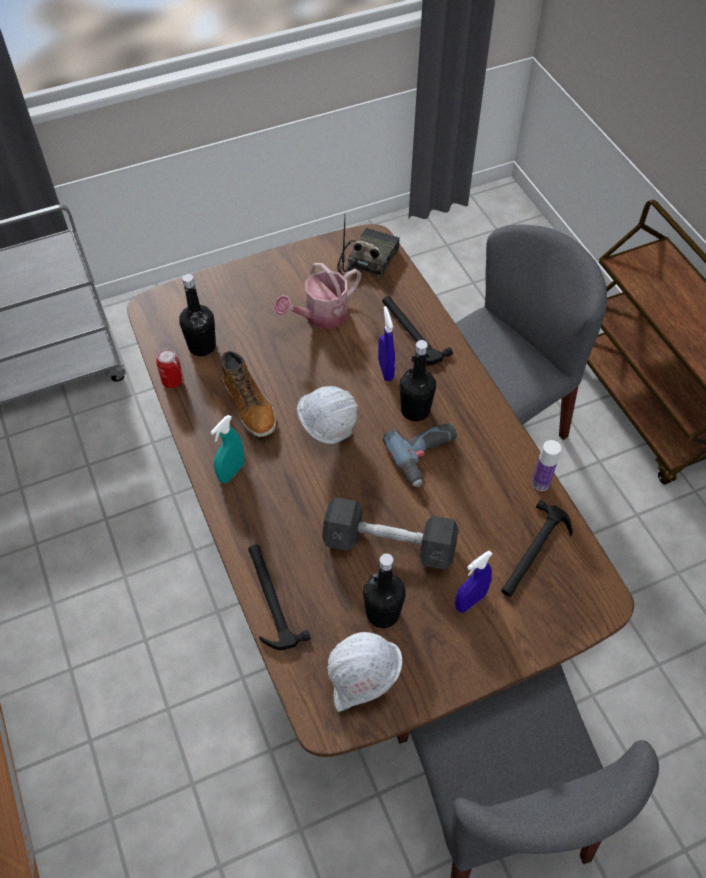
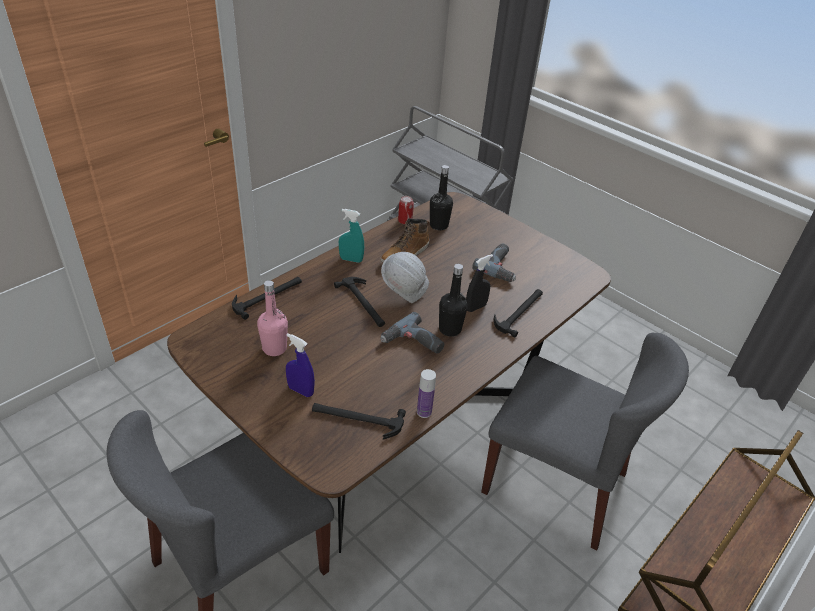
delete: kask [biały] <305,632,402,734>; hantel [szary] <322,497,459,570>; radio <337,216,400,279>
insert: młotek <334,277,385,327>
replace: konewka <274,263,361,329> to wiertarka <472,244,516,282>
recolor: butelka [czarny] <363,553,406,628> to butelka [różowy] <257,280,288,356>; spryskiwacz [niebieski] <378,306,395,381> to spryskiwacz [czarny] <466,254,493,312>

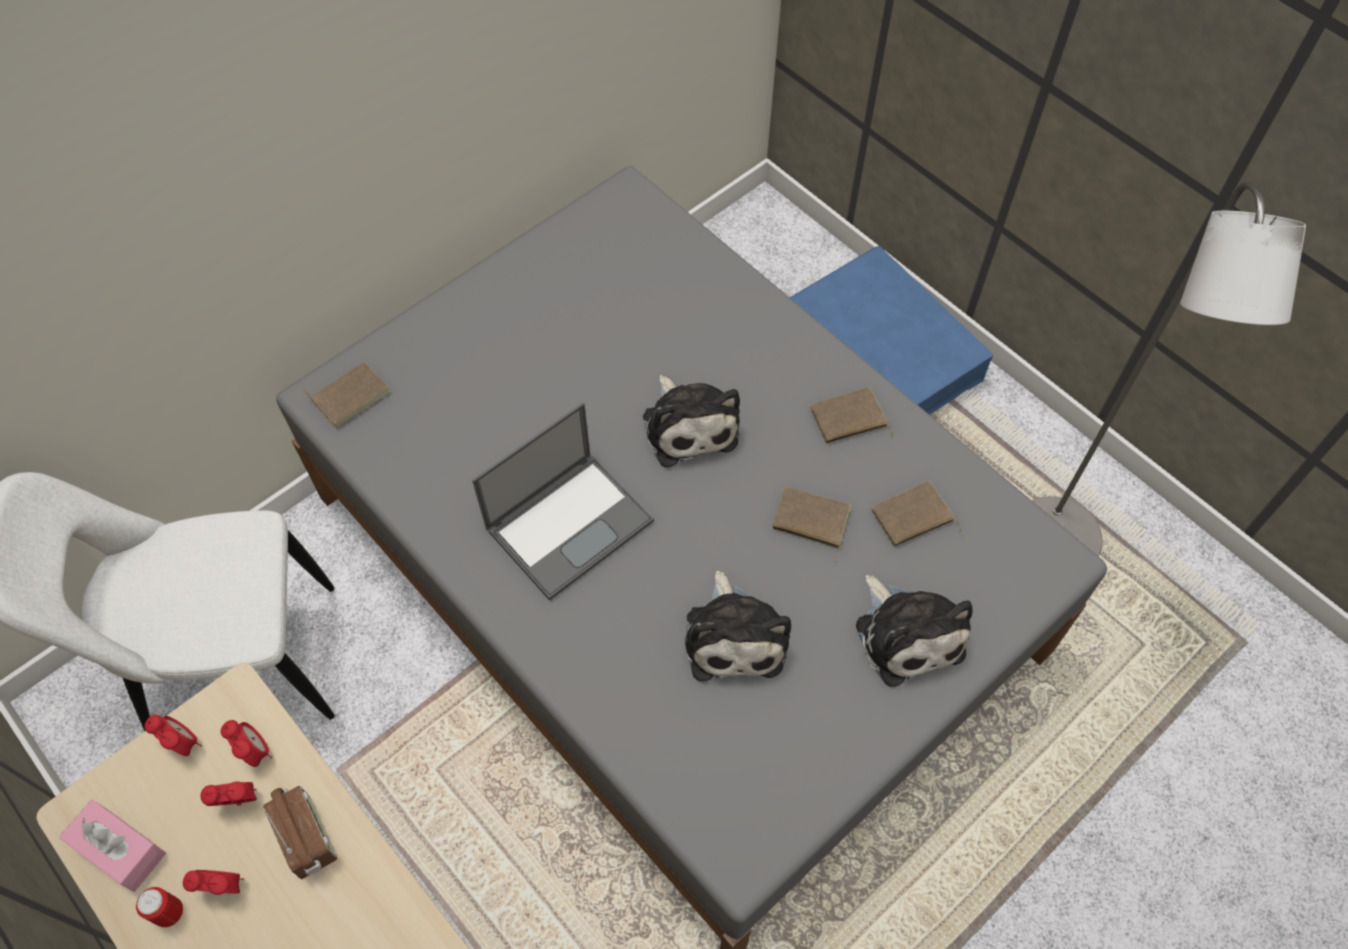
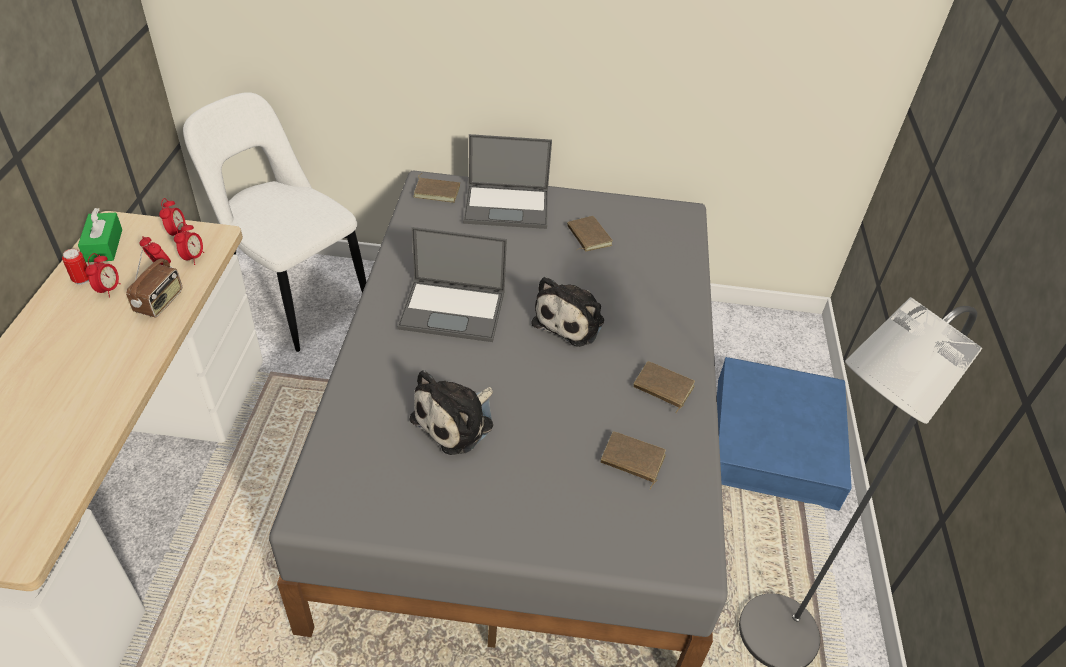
delete: pluszak <856,575,972,687>
insert: laptop <463,134,552,229>
move: książka [brązowy] <773,487,851,559> to <567,216,613,252>
recolor: pudełko chusteczek [różowy] <59,799,166,892> to pudełko chusteczek [zielony] <78,208,122,262>
rotate: budzik <183,870,244,895> = <85,253,121,298> 45 degrees clockwise

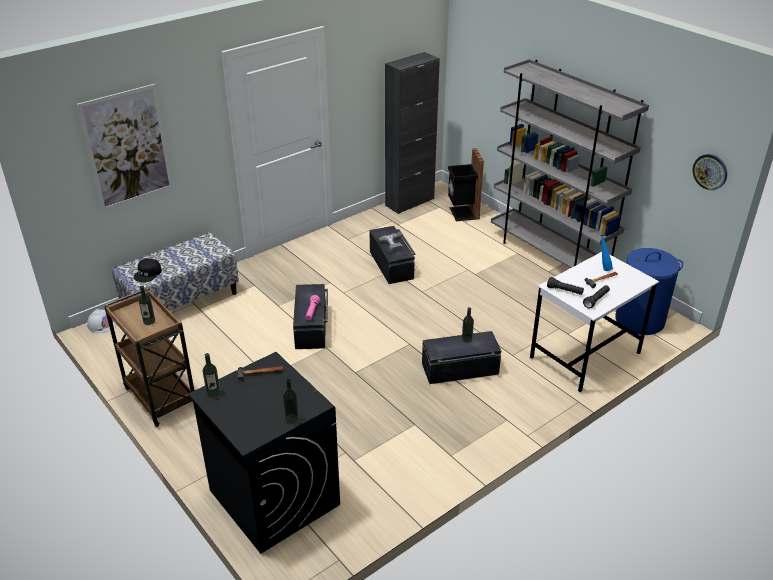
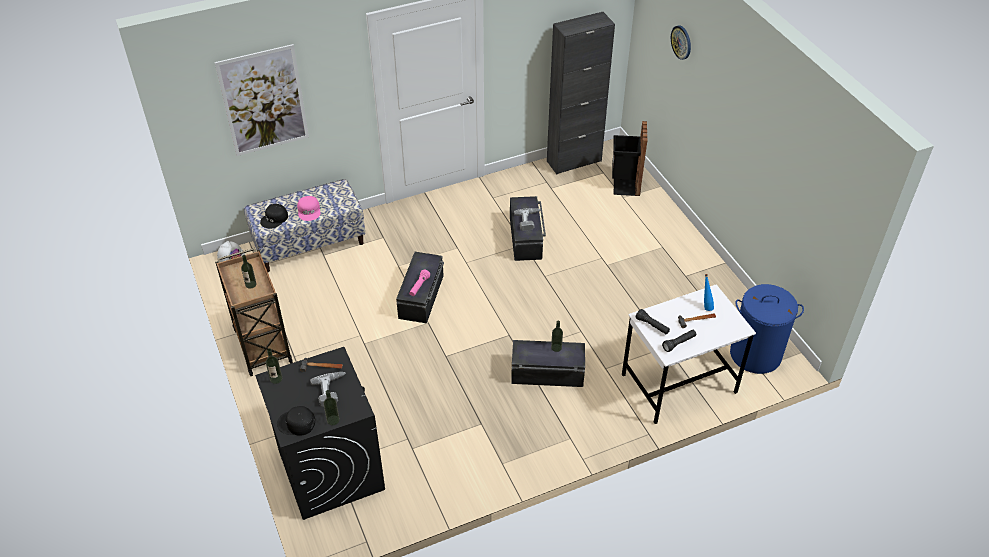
delete: regał [szary] <491,59,649,268>
insert: czapka z daszkiem [czarny] <277,406,315,436>; czapka z daszkiem [różowy] <297,196,321,221>; wiertarka <310,372,345,407>
move: zegar ścienny <692,154,727,190> to <671,25,691,60>

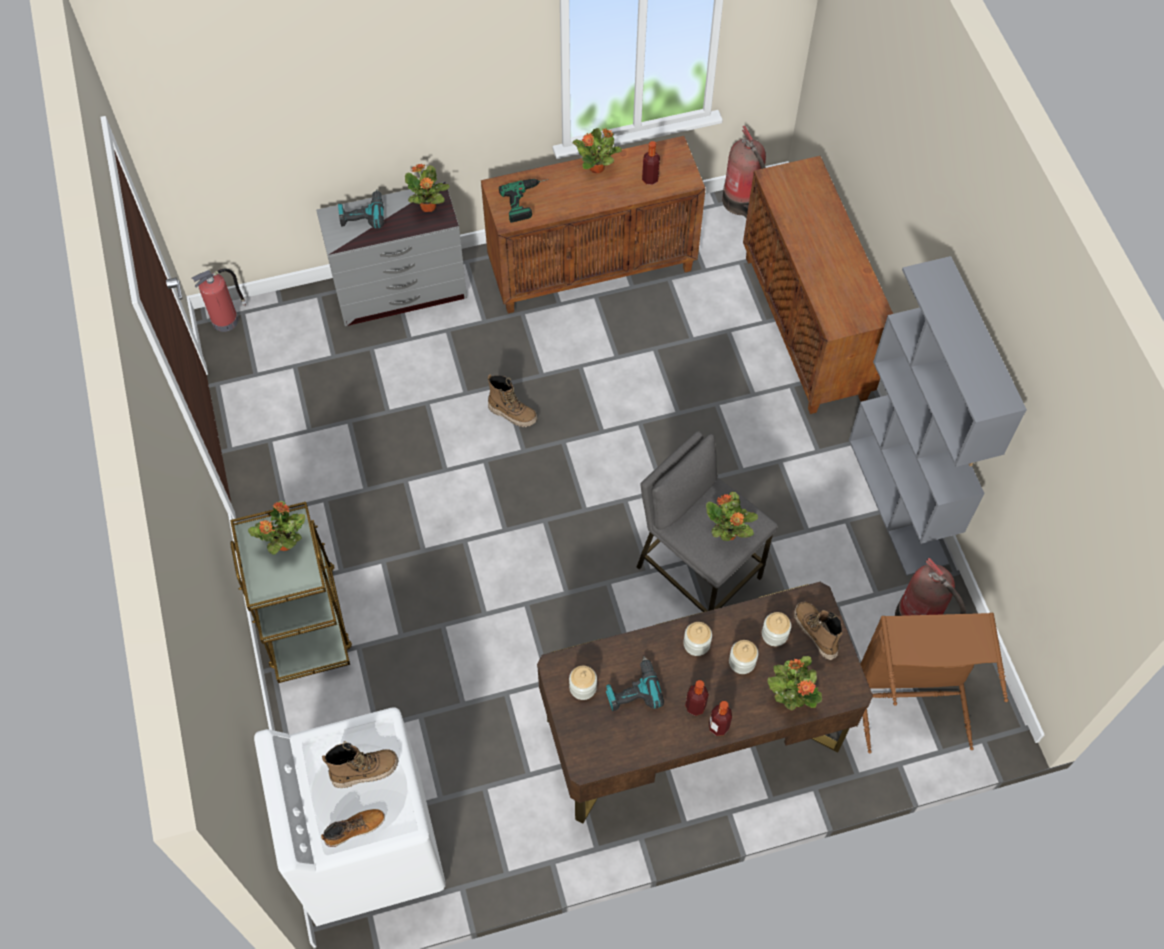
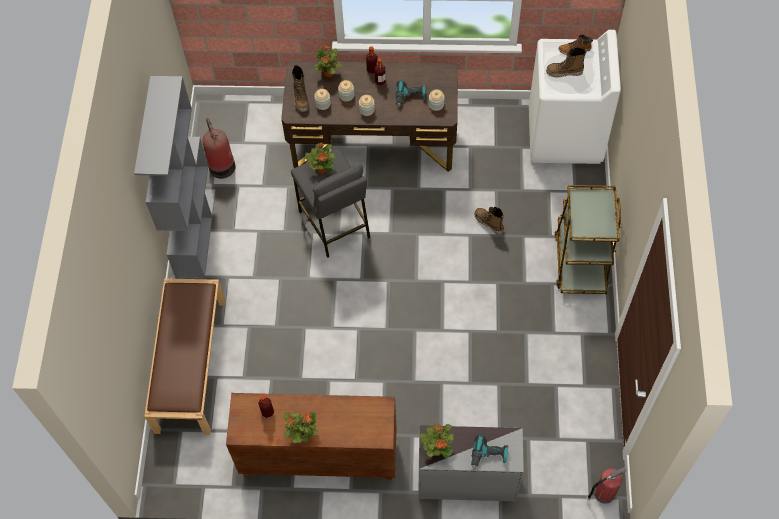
delete: roślina doniczkowa <248,501,305,555>; wiertarka <499,179,549,223>; gaśnica <722,126,766,218>; kosz na pranie [brązowy] <861,613,1008,753>
move: but z cholewką <488,374,537,427> to <475,207,504,235>
replace: szafka [brązowy] <743,156,893,414> to ławka [brązowy] <144,278,226,435>

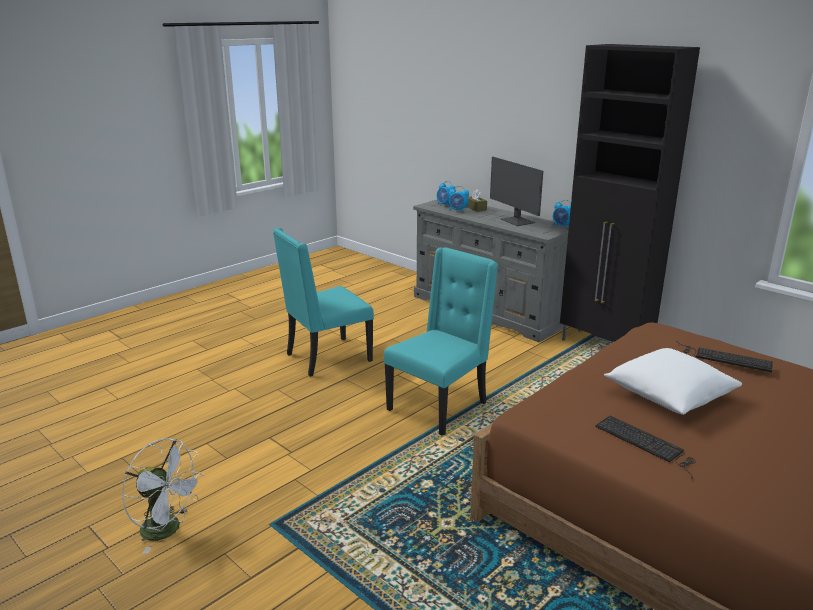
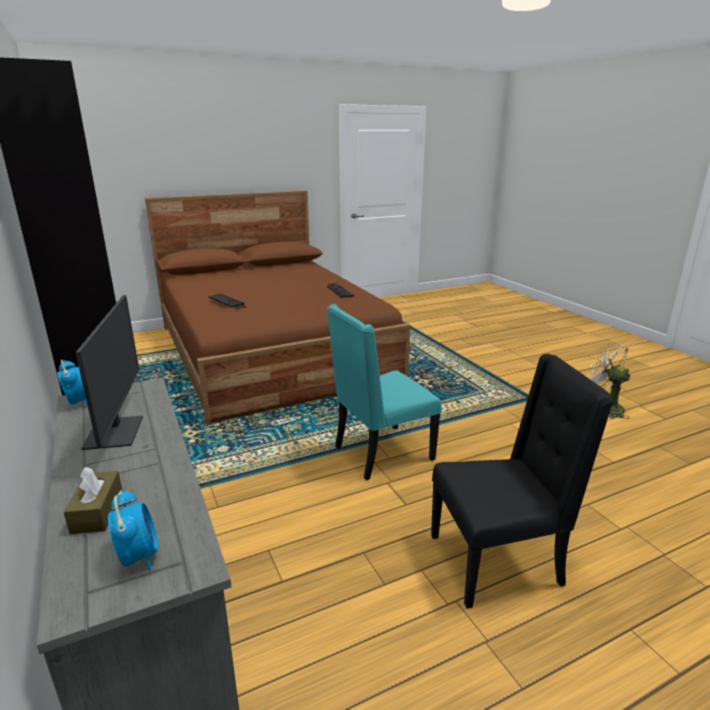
delete: budzik <449,186,469,212>; poduszka [biały] <604,348,742,415>
recolor: krzesło [turkusowy] <273,228,374,377> to krzesło [czarny] <431,354,614,608>

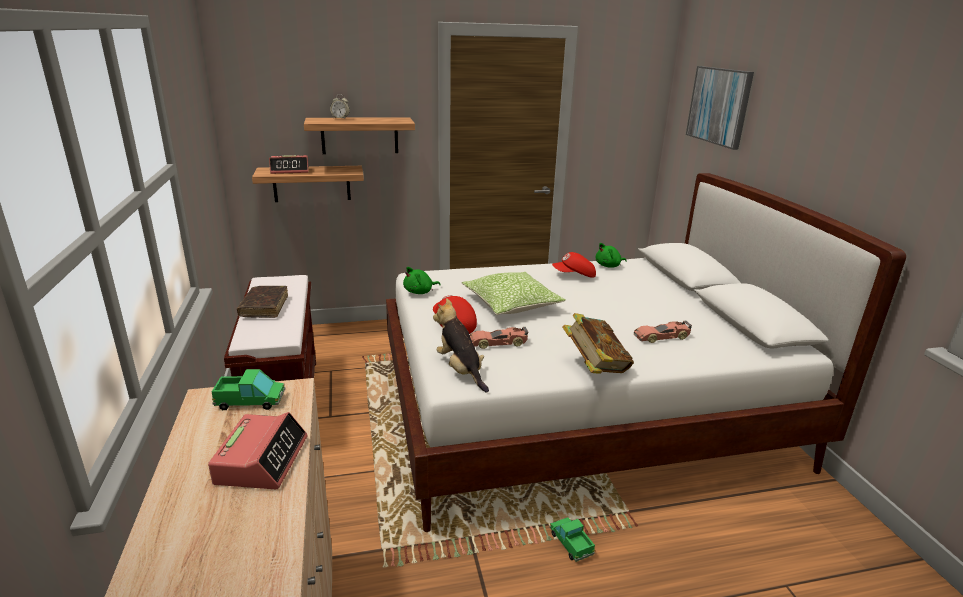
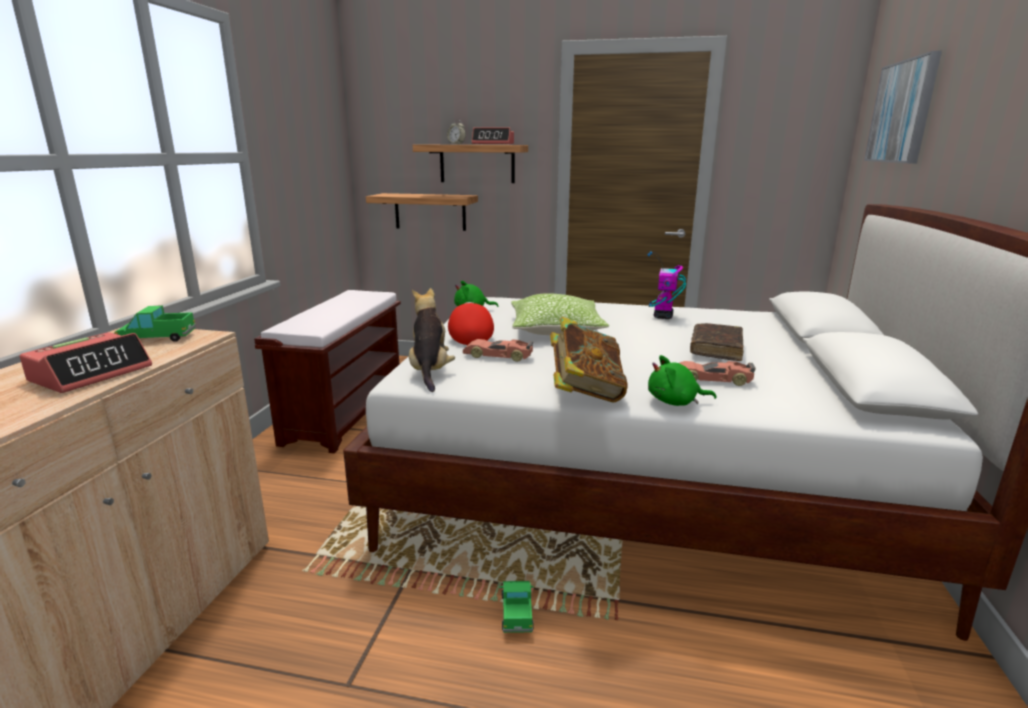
move: książka [brązowy] <237,286,288,318> to <690,323,743,361>; budzik <269,155,309,174> to <472,127,514,145>; pluszak [zielony] <596,243,627,268> to <648,355,717,406>
replace: czapka z daszkiem [czerwony] <552,252,596,278> to robot zabawkowy <647,251,686,319>
rotate: ciężarówka zabawkowa <211,369,285,410> = <115,305,196,342> 150 degrees clockwise

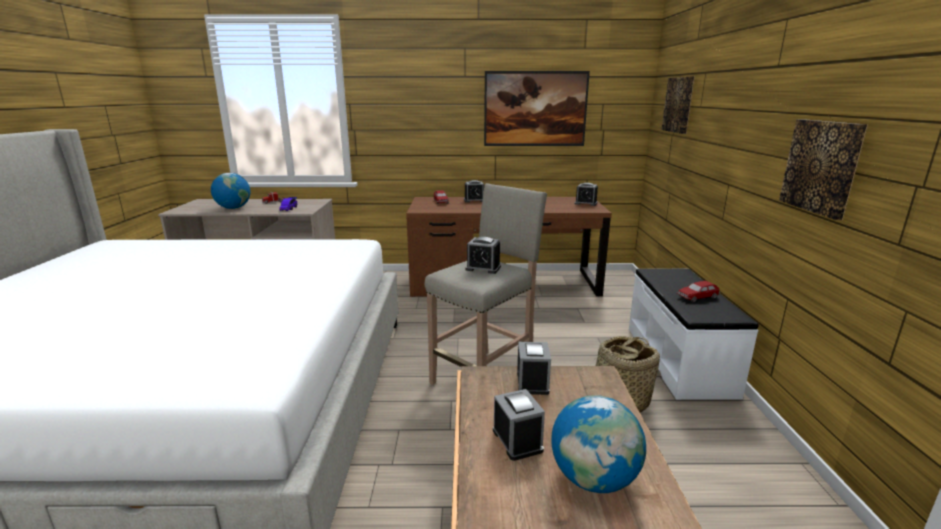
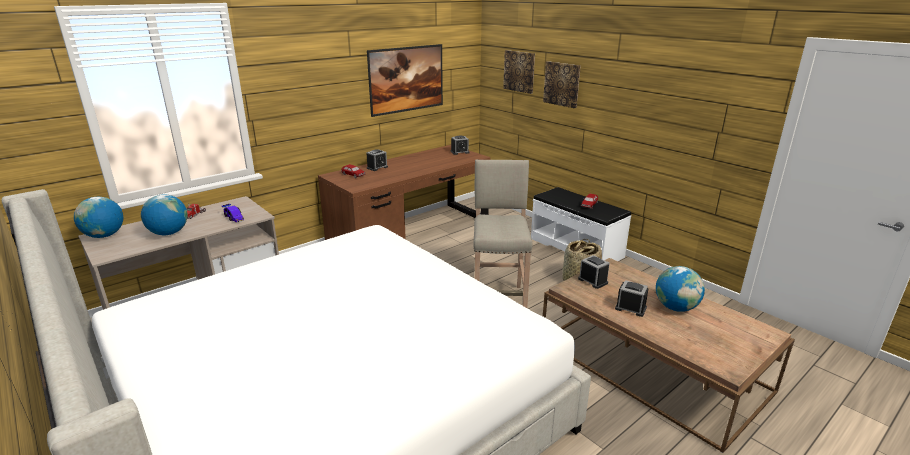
delete: budzik <465,237,501,274>
insert: globus <74,197,123,238>
move: obraz <779,119,868,220> to <543,61,581,108>

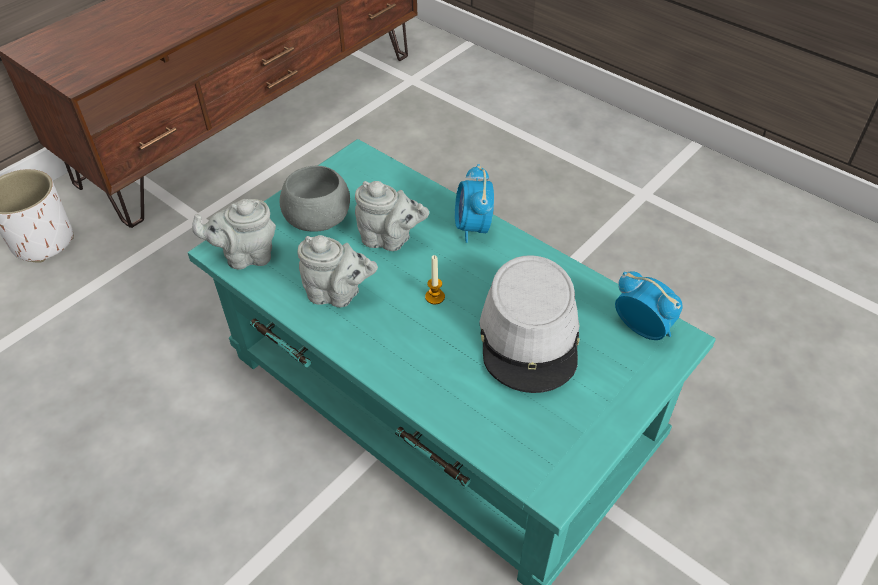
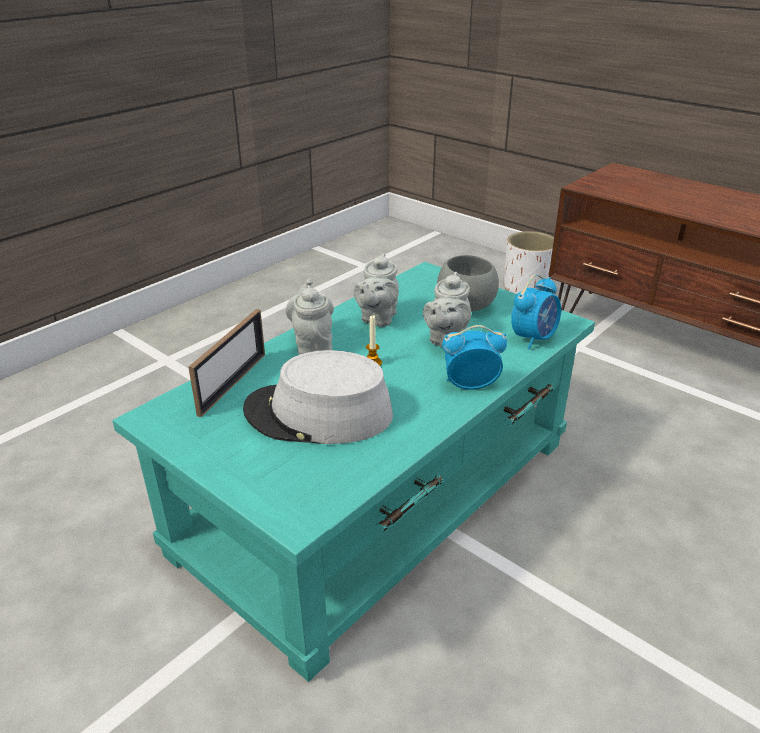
insert: ramka na zdjęcie <188,309,265,417>
move: imbryk [szary] <192,199,276,270> to <286,278,334,355>; budzik <615,271,682,340> to <511,274,561,350>

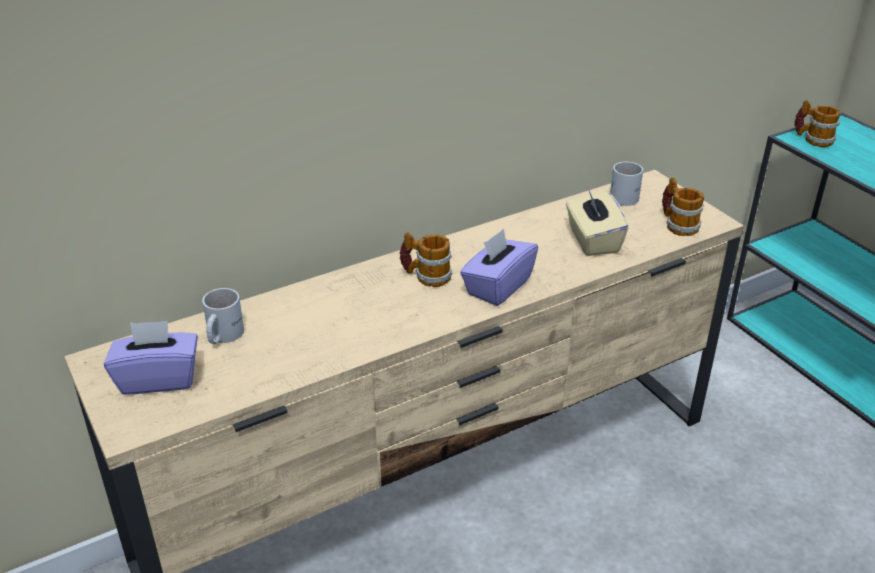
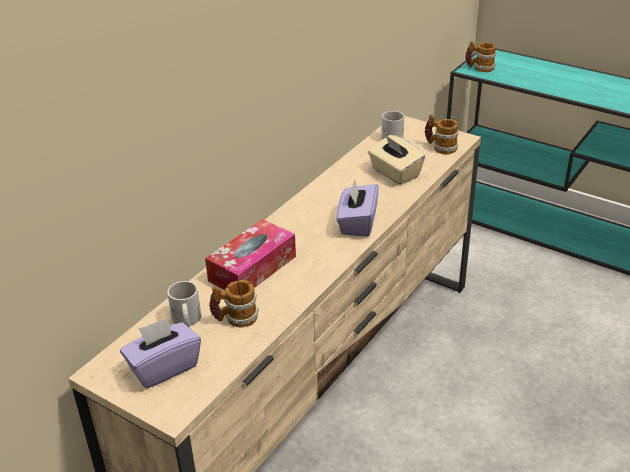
insert: pudełko chusteczek <205,219,296,290>
move: kubek <399,232,453,287> to <209,280,259,327>

